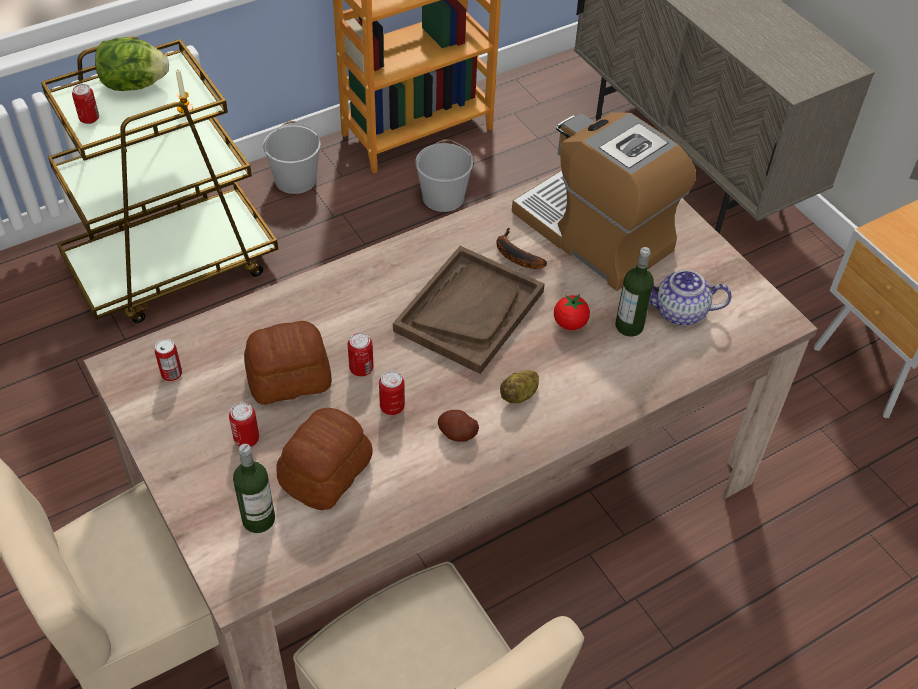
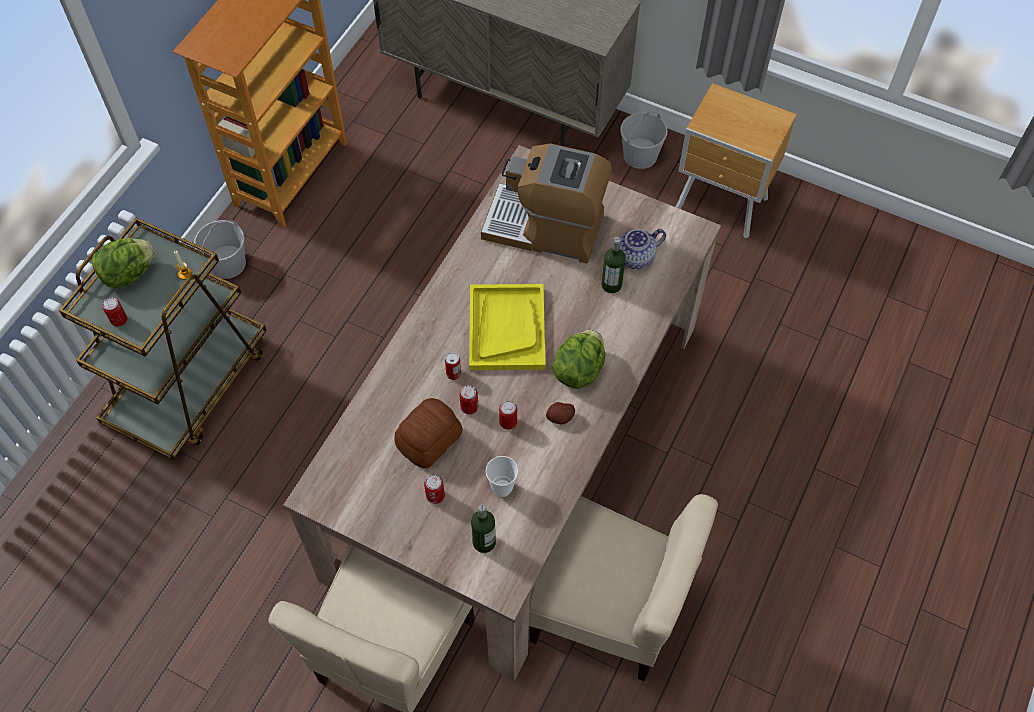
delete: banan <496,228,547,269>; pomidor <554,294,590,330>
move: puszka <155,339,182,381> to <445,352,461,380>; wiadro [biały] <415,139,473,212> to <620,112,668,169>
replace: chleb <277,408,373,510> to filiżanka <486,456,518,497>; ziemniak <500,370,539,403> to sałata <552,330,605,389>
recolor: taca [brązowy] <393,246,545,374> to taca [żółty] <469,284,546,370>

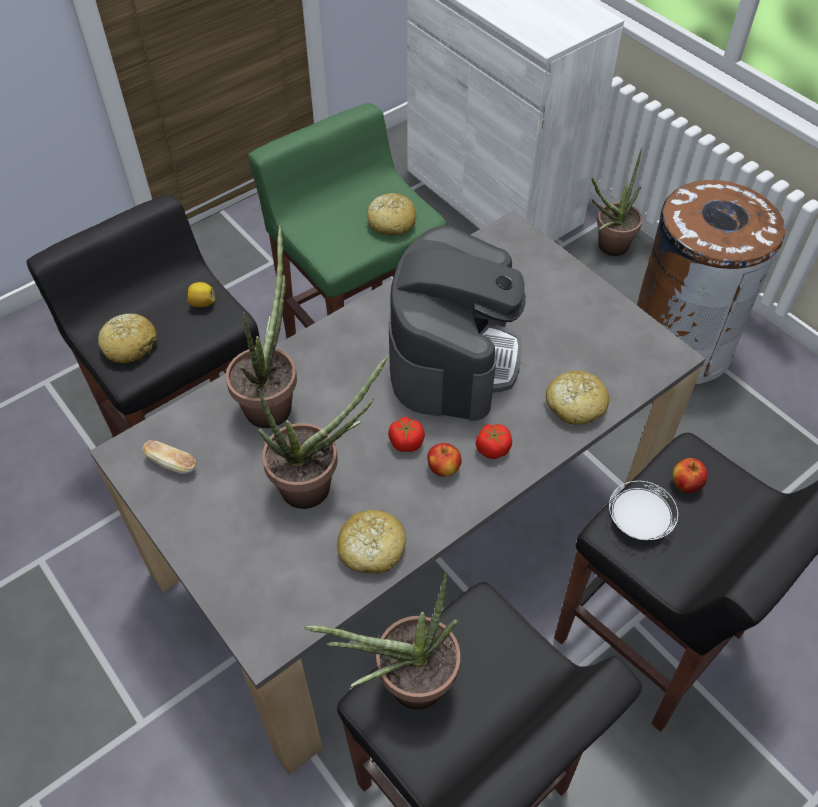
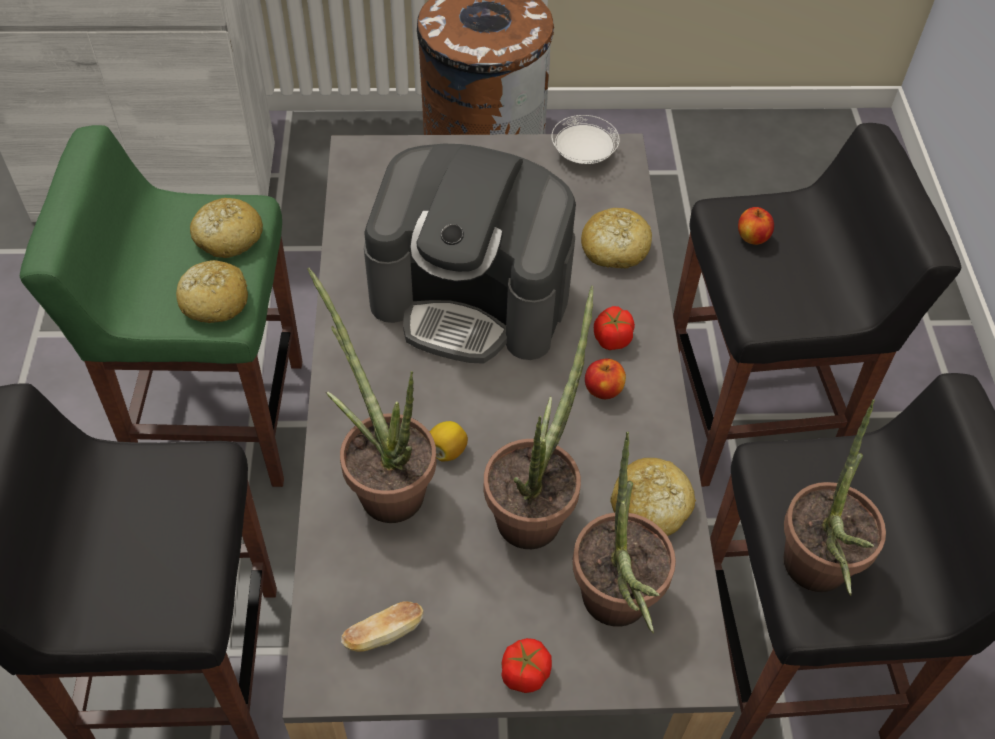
move: chleb <98,314,157,363> to <176,260,248,323>; cytryna <187,282,215,307> to <430,421,468,462>; pomidor <388,417,425,452> to <502,638,552,693>; roślina doniczkowa <592,148,642,256> to <572,432,676,633>; talerz [biały] <609,481,678,540> to <552,115,620,164>
rotate: ekspres do kawy <389,226,526,421> = <364,143,576,364> 150 degrees clockwise

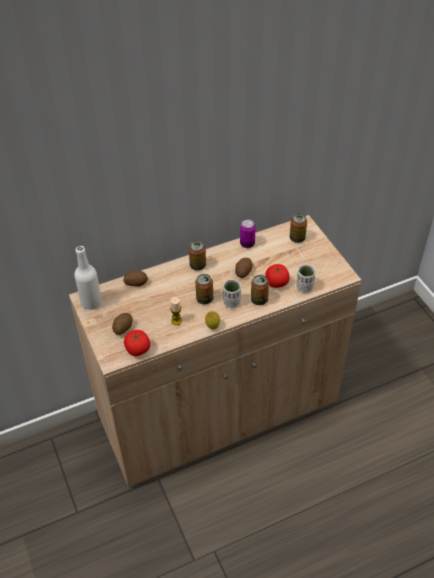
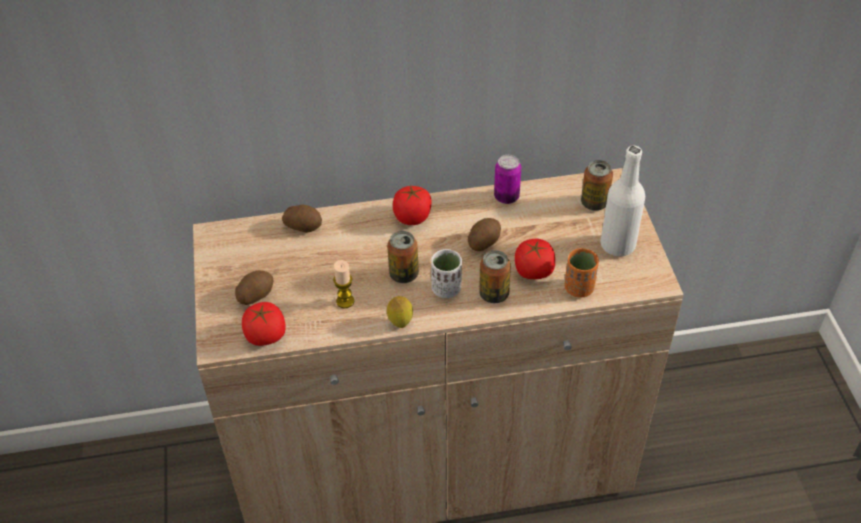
move: butelka [biały] <74,246,102,310> to <600,146,645,256>
replace: puszka <189,241,206,270> to pomidor <393,185,432,225>
recolor: filiżanka [biały] <296,265,316,293> to filiżanka [pomarańczowy] <565,248,599,297>

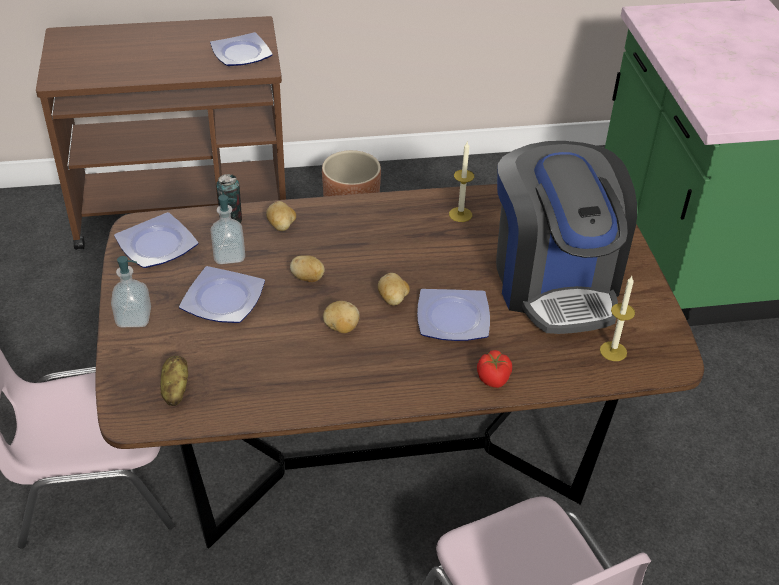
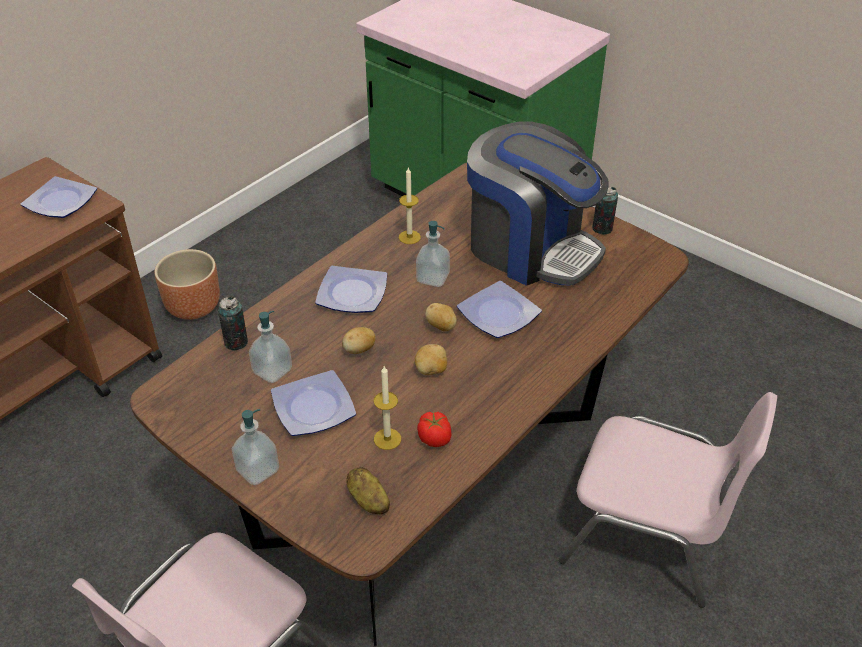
delete: ziemniak <266,201,296,231>
insert: dozownik mydła <416,221,450,287>; puszka <592,186,618,235>
move: talerz <114,212,199,268> to <315,266,387,313>; pomidor <477,350,512,388> to <417,412,452,447>; świeca <600,276,635,361> to <374,366,401,450>

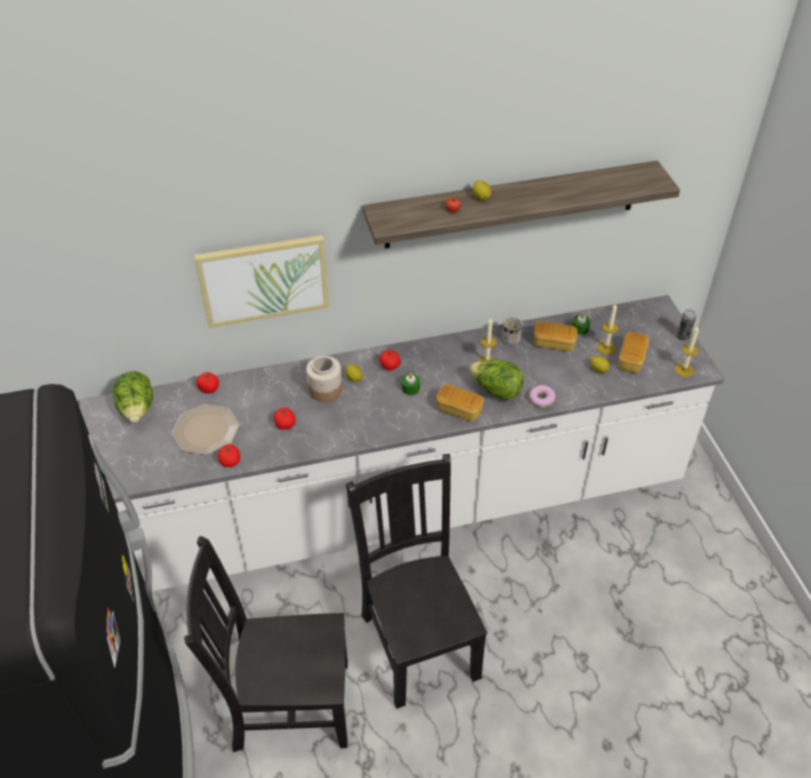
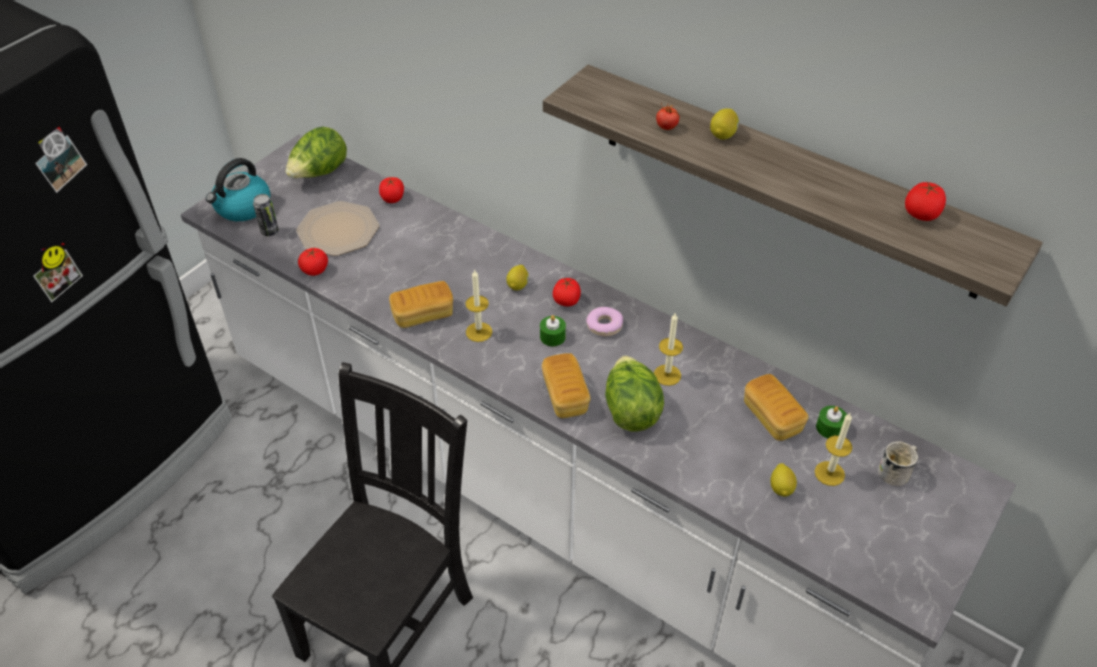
delete: krzesło [czarny] <184,536,348,752>; obraz <194,235,329,328>; słoik <306,356,342,402>
insert: czajnik <206,158,270,221>
move: pomidor <274,408,295,430> to <905,182,946,221>; kubek [biały] <502,317,523,344> to <878,441,918,486>; donut <529,385,555,407> to <586,307,623,336>; chleb <618,332,649,373> to <389,281,453,328>; świeca <675,326,699,377> to <466,269,492,342>; puszka <677,309,696,340> to <253,194,279,236>

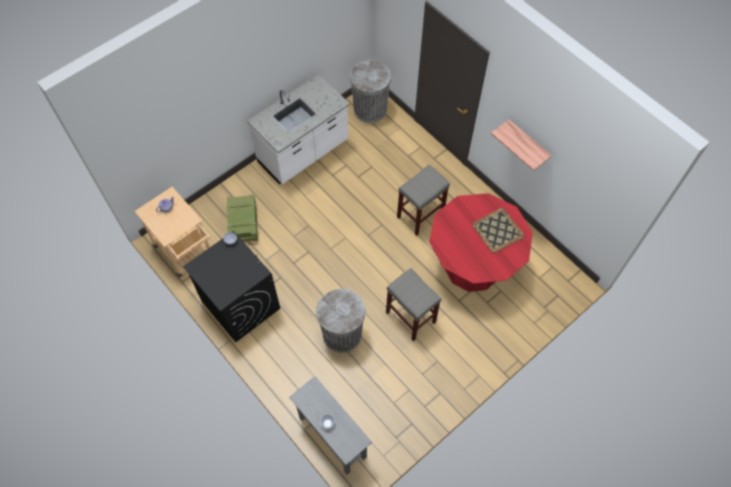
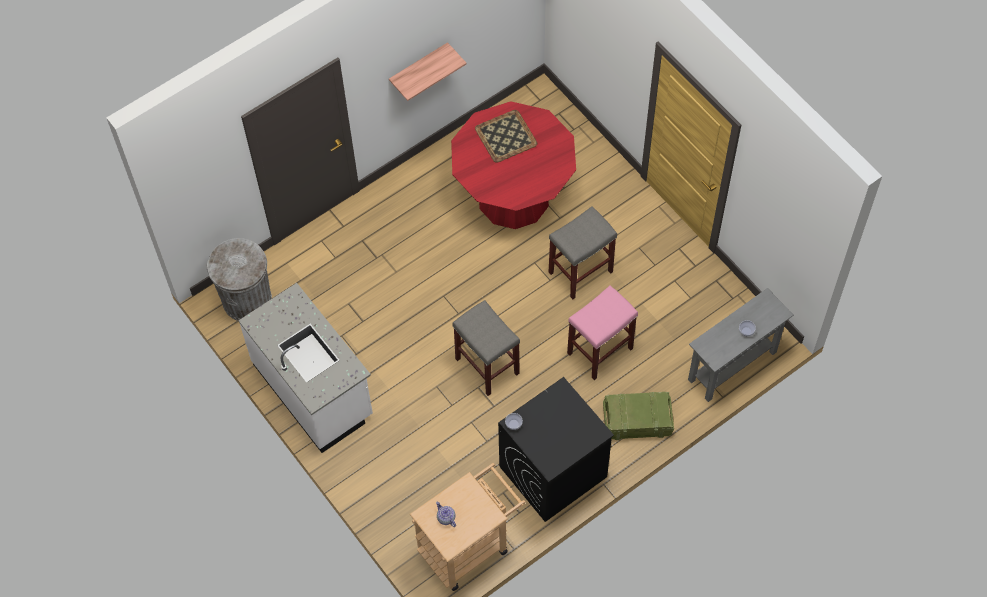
move: skrzynka <227,194,258,241> to <603,392,674,440>; stołek [szary] <397,165,450,236> to <453,300,520,396>
replace: kosz na śmieci [szary] <316,289,366,353> to stołek [różowy] <567,285,638,380>

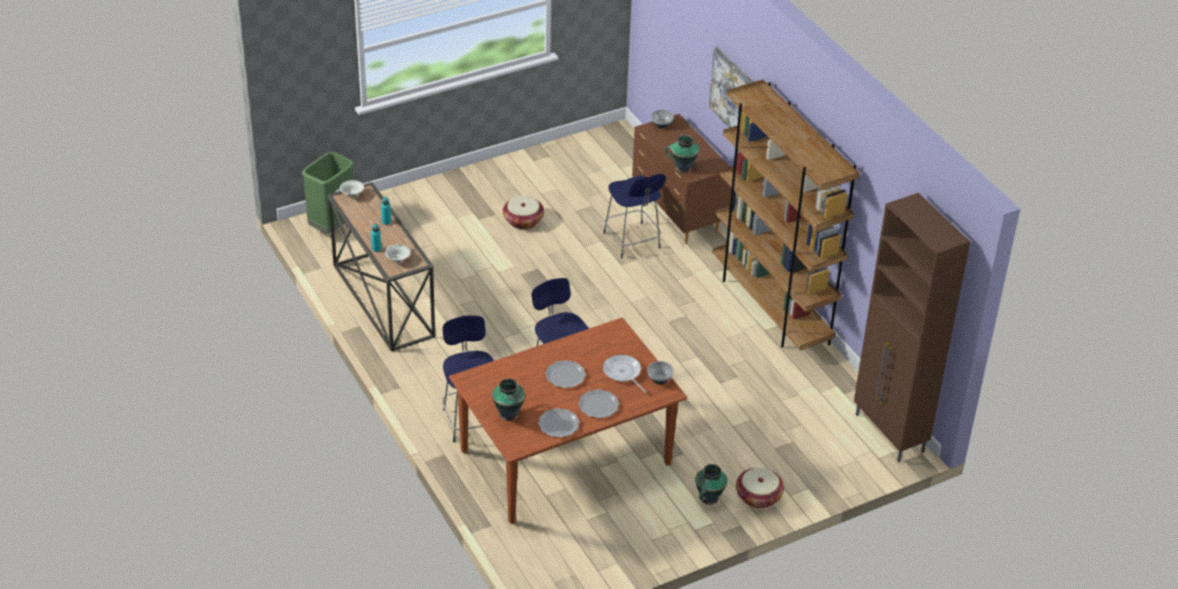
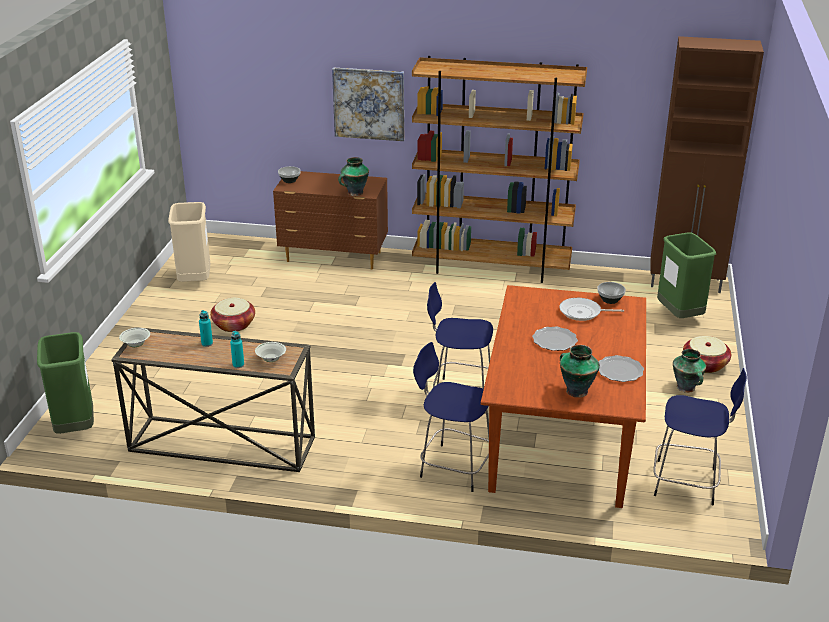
delete: talerz <578,389,619,418>
insert: kosz na śmieci [beżowy] <168,202,210,282>; kosz na śmieci [zielony] <657,232,716,318>
move: stołek [niebieski] <603,174,666,259> to <653,368,747,505>

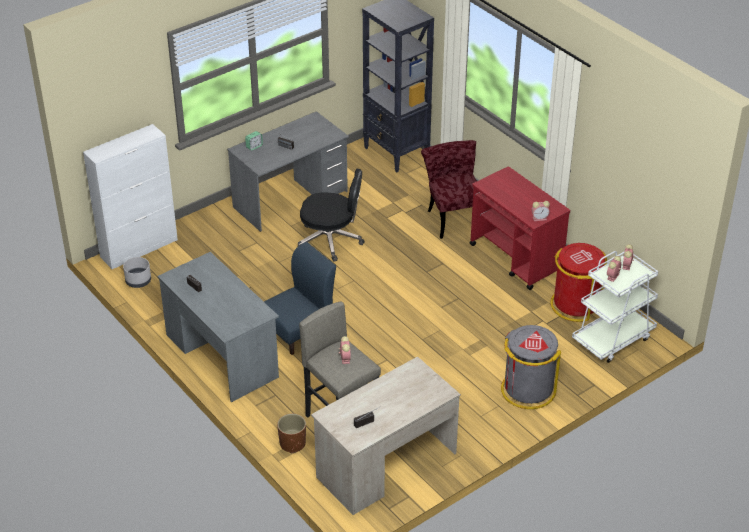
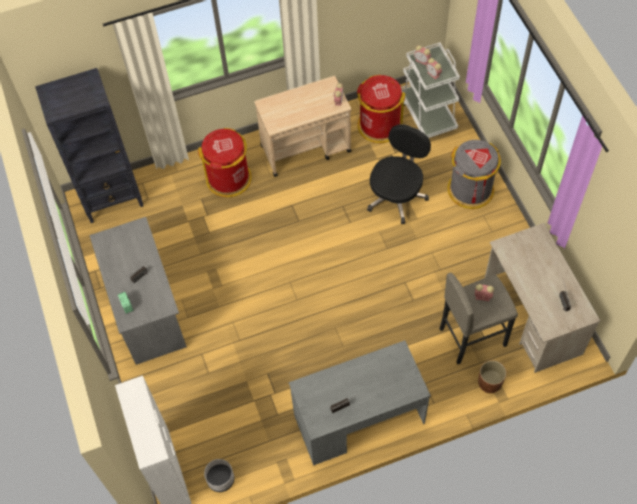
delete: krzesło [niebieski] <264,242,336,355>
move: krzesło biurowe [czarny] <298,169,365,262> to <367,124,431,224>
replace: krzesło [czerwony] <421,140,477,239> to kosz na śmieci [czerwony] <198,128,252,197>
recolor: wózek [czerwony] <469,167,570,290> to wózek [beżowy] <254,76,351,177>

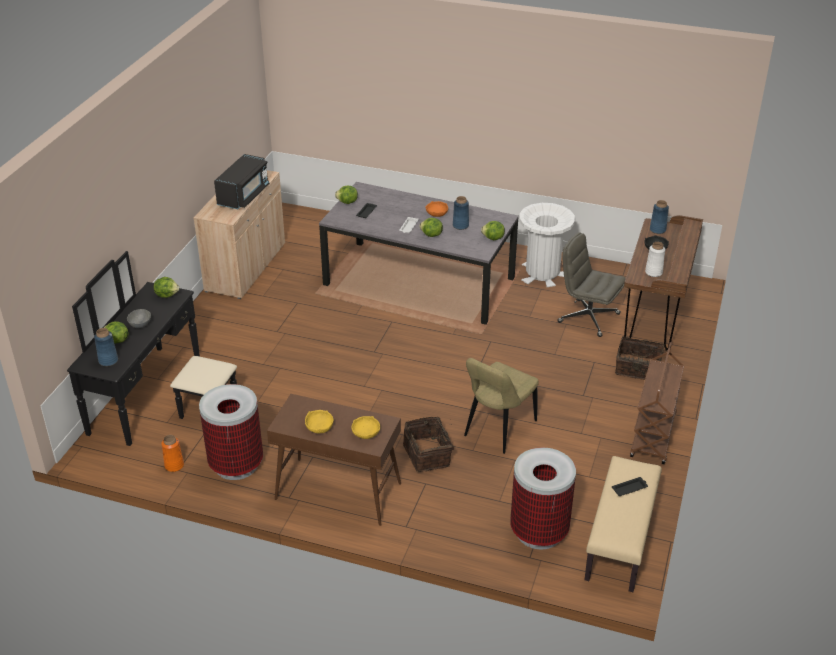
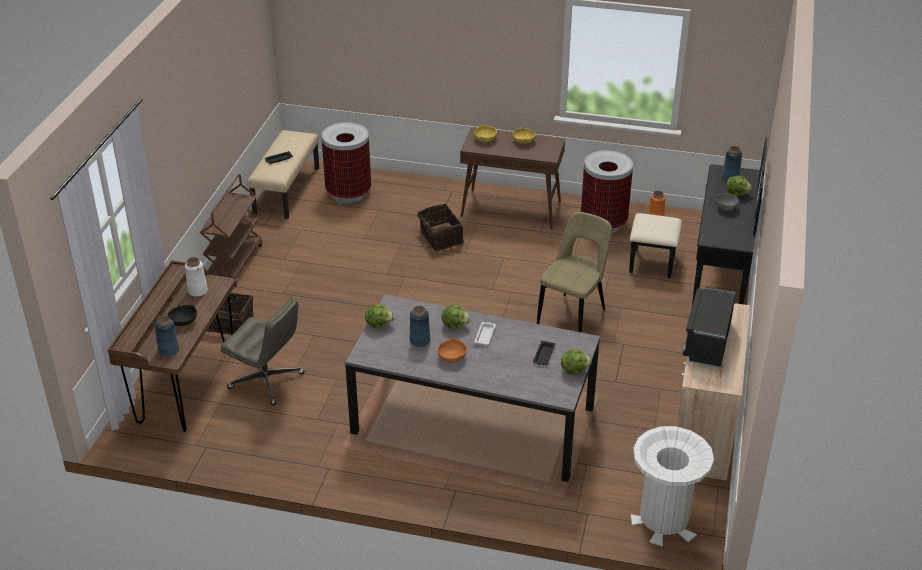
delete: sałata <153,277,179,298>
move: krzesło [beżowy] <464,358,539,454> to <537,212,612,333>; kosz na śmieci [biały] <519,203,575,287> to <631,426,714,547>

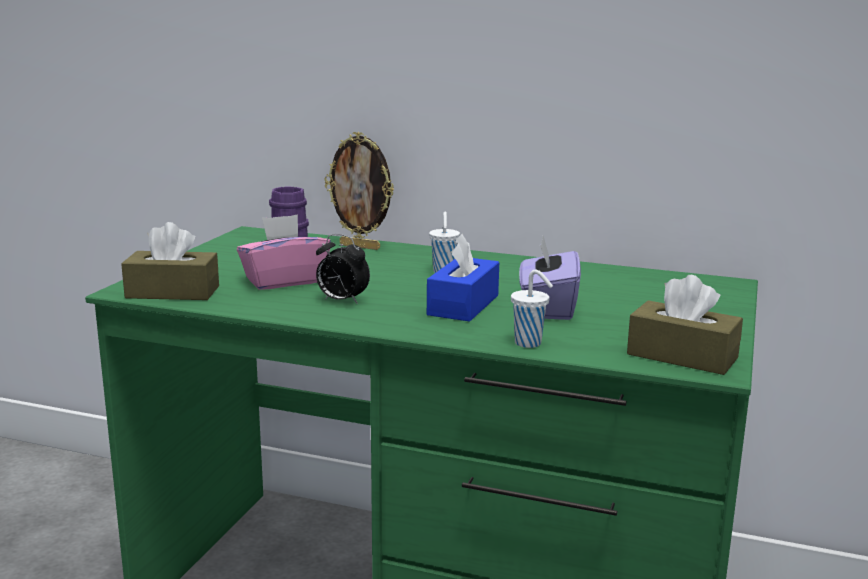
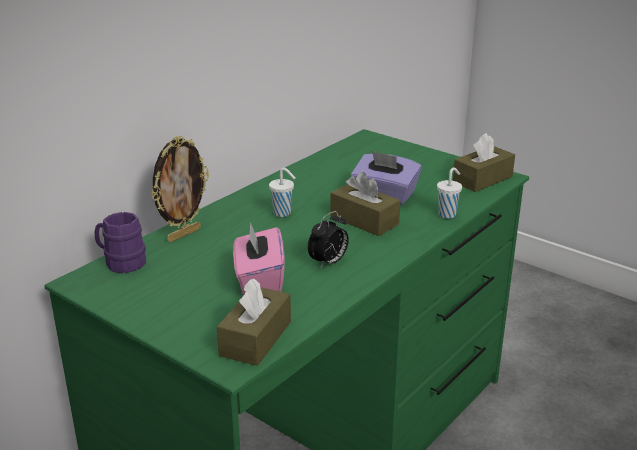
recolor: pudełko chusteczek [niebieski] <427,234,499,322> to pudełko chusteczek [brązowy] <330,172,400,236>

